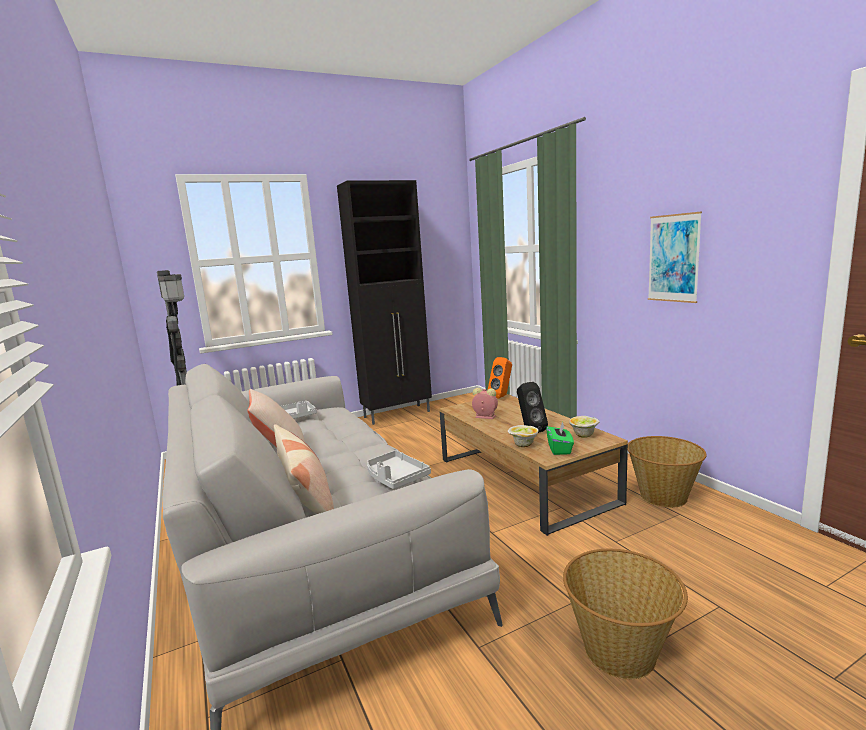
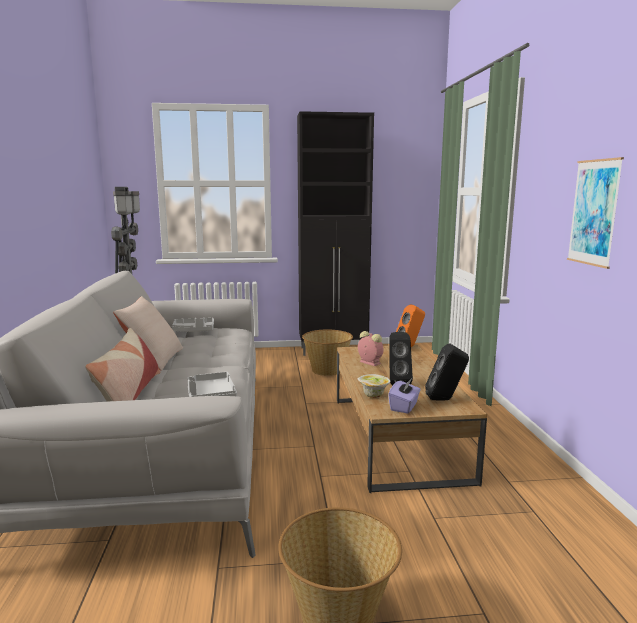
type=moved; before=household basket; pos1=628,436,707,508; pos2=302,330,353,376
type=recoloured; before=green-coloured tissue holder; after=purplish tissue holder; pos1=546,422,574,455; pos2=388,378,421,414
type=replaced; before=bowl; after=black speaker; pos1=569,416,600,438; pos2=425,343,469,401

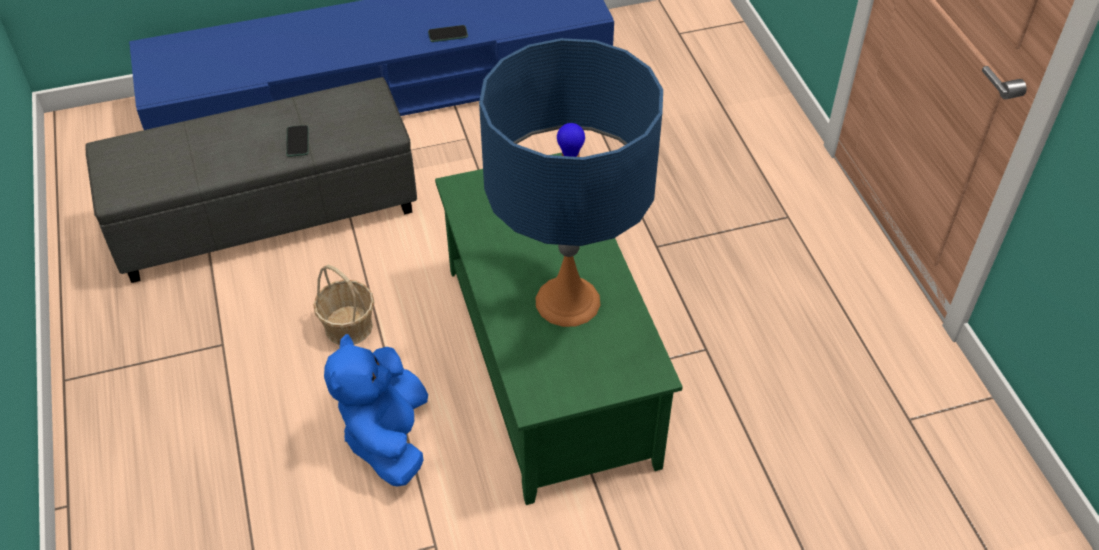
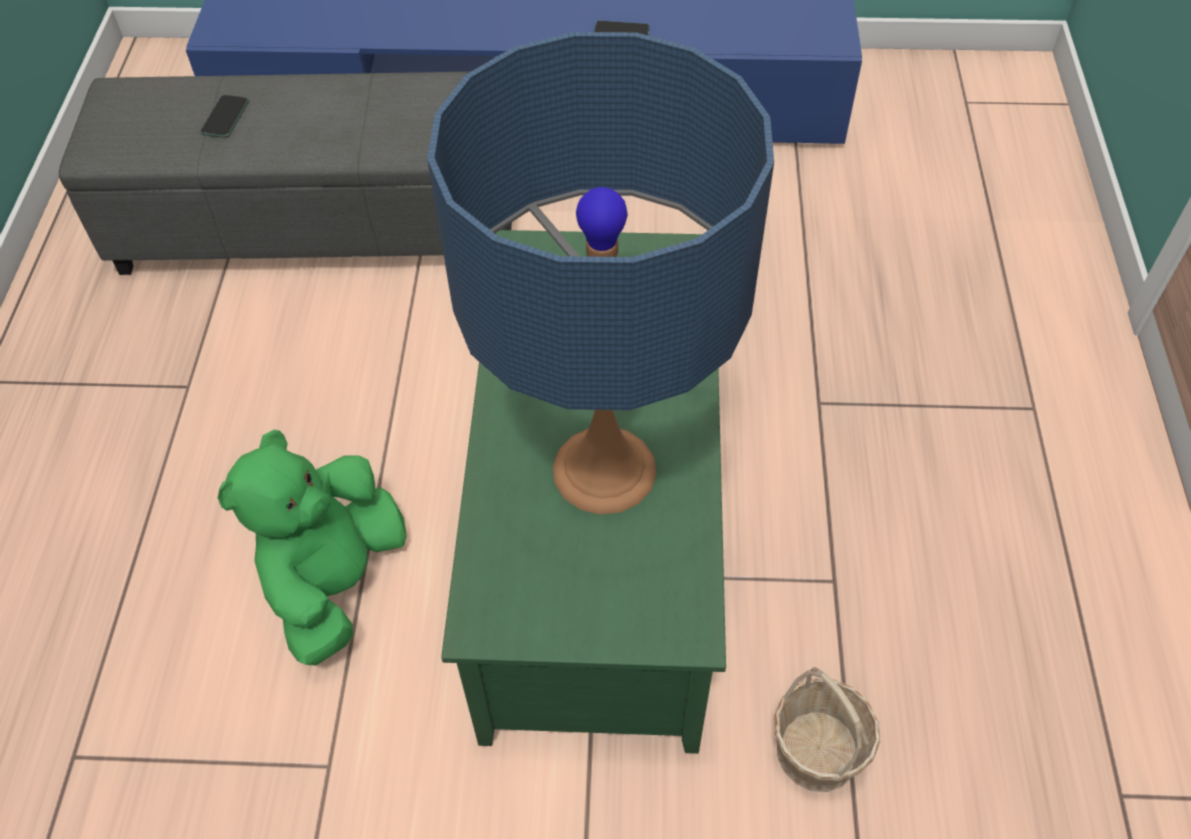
type=moved; before=telephone; pos1=286,125,308,157; pos2=200,95,249,138
type=recoloured; before=bluish plush toy; after=green-coloured plush toy; pos1=324,334,428,486; pos2=218,430,407,665
type=moved; before=household basket; pos1=313,265,374,345; pos2=774,667,880,792

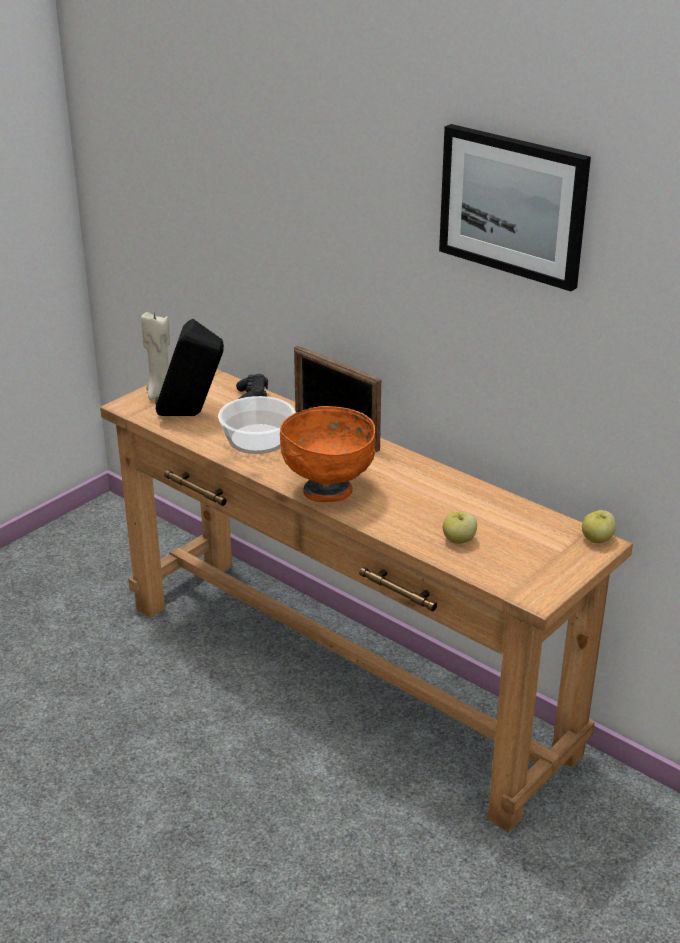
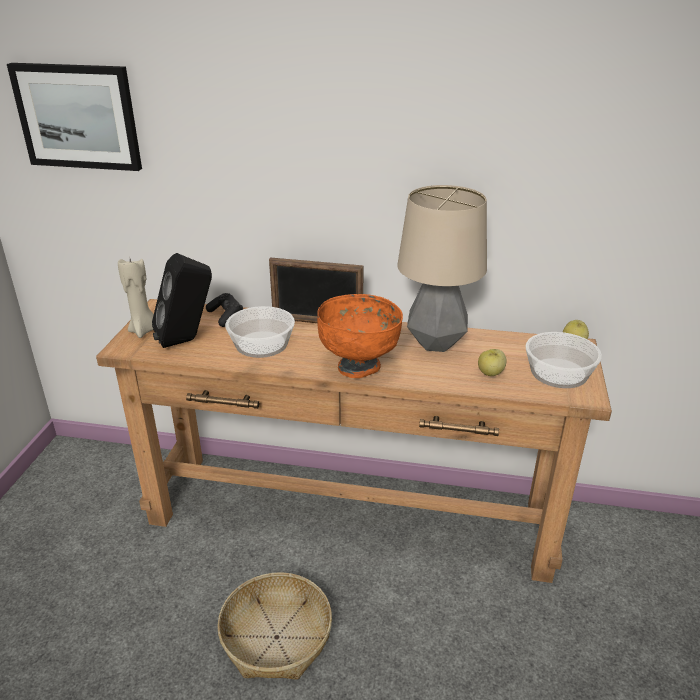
type=moved; before=wall art; pos1=439,124,591,291; pos2=7,63,142,171
type=added; after=household basket; pos2=217,572,332,680
type=added; after=tabletop lamp; pos2=397,185,487,352
type=added; after=bowl; pos2=525,332,602,388

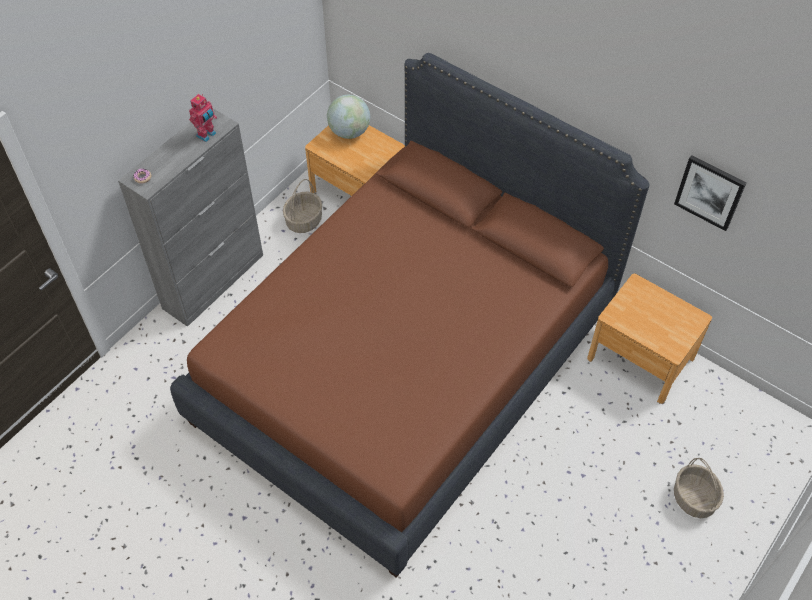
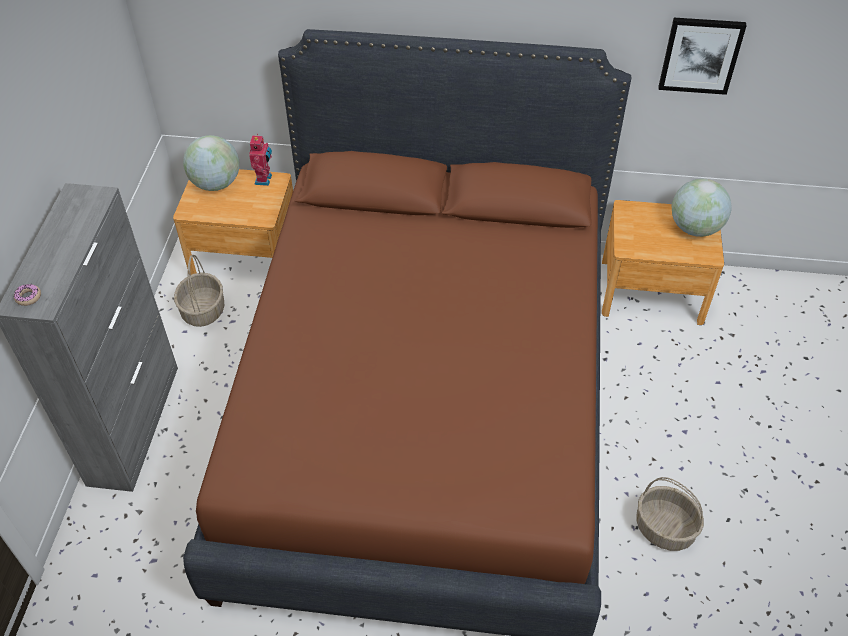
type=moved; before=toy robot; pos1=189,94,217,142; pos2=249,134,272,186
type=moved; before=household basket; pos1=674,458,724,518; pos2=636,477,704,551
type=added; after=desk globe; pos2=672,179,732,237

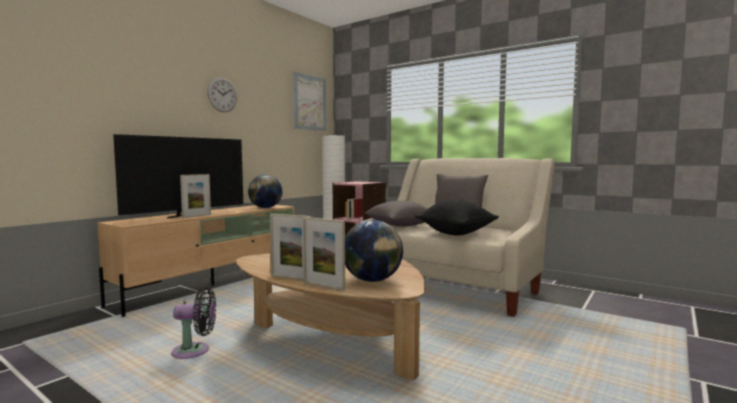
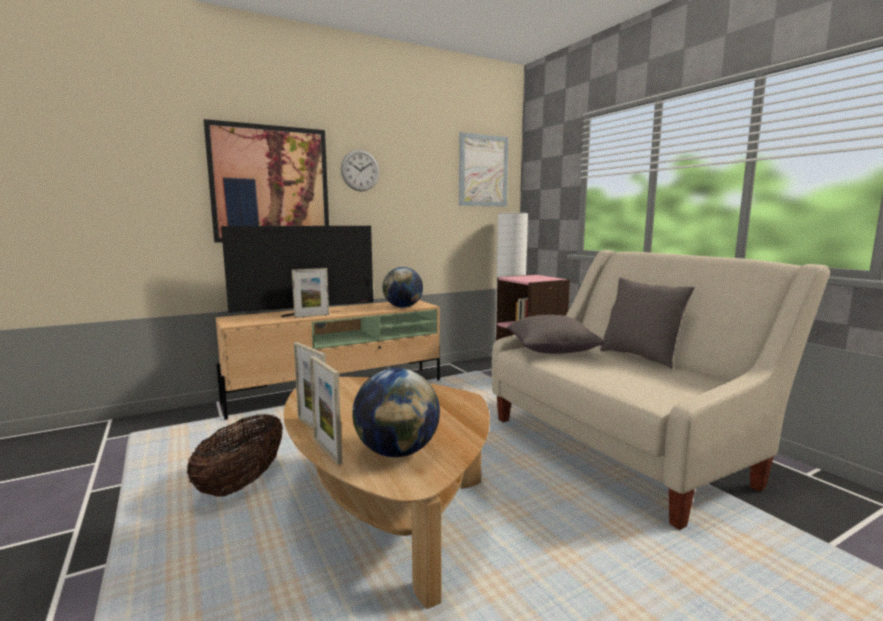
type=replaced; before=black electric fan; after=household basket; pos1=171,287,216,359; pos2=187,414,283,497
type=added; after=wall art; pos2=204,119,329,243
type=removed; before=black throw pillow; pos1=415,200,499,235

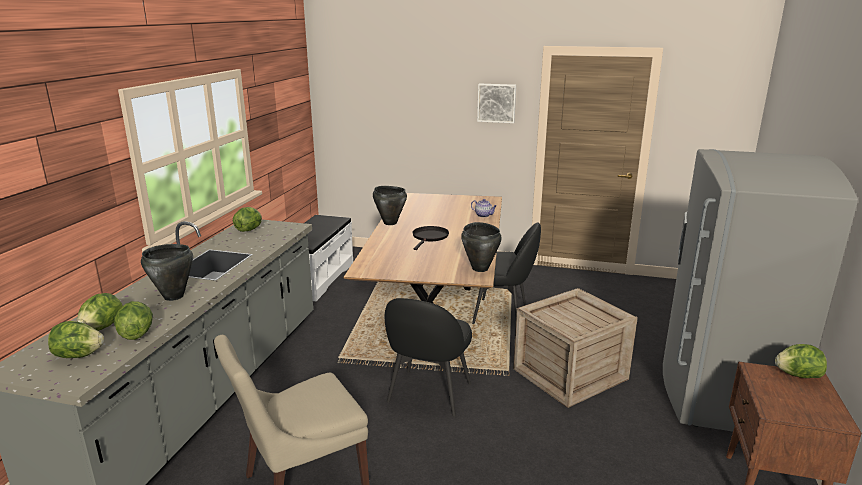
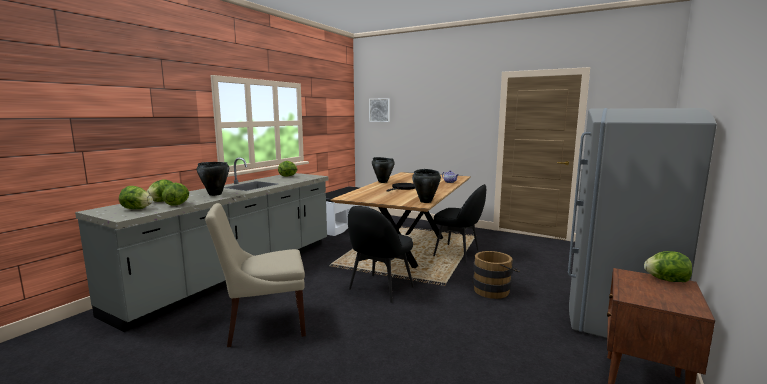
type=moved; before=wall art; pos1=477,84,516,123; pos2=369,98,390,122
type=replaced; before=crate; after=brownish pail; pos1=513,288,638,408; pos2=473,251,520,299

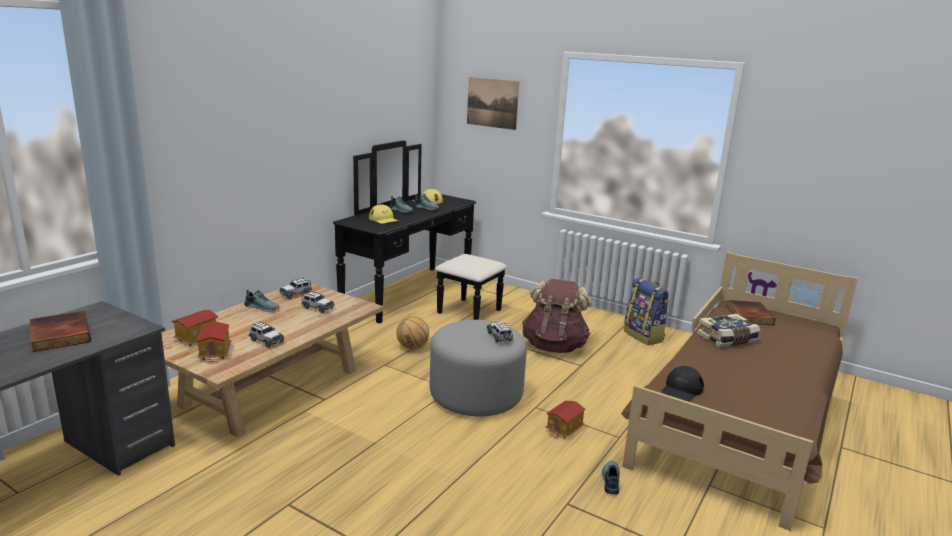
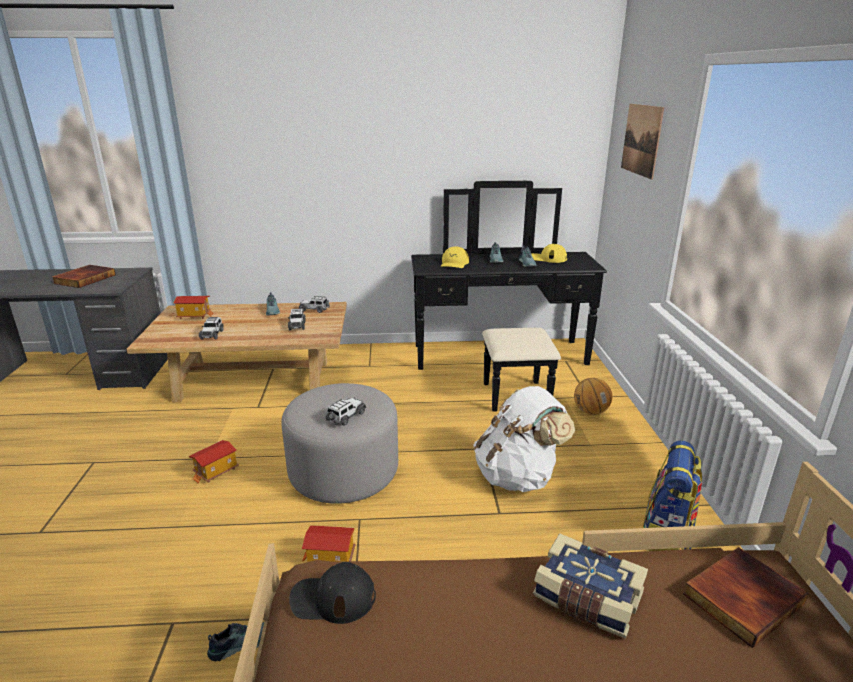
type=moved; before=toy house; pos1=196,321,231,363; pos2=189,440,239,484
type=recoloured; before=brownish rucksack; after=white rucksack; pos1=522,279,592,353; pos2=473,386,575,492
type=moved; before=basketball; pos1=396,316,429,349; pos2=574,378,612,415

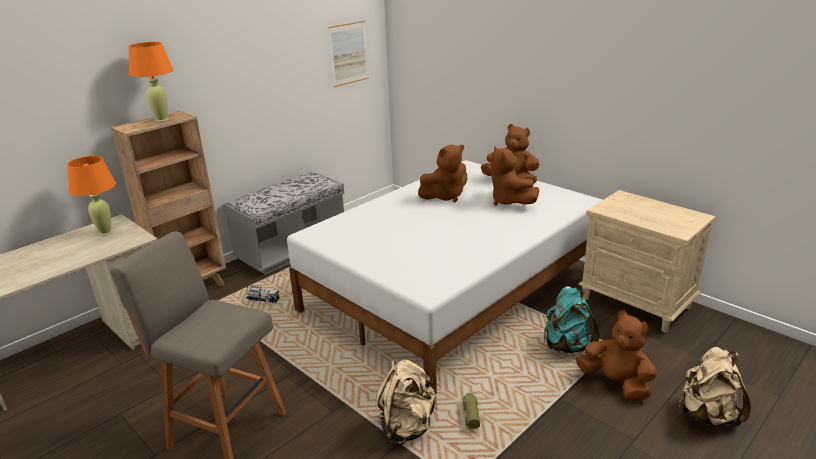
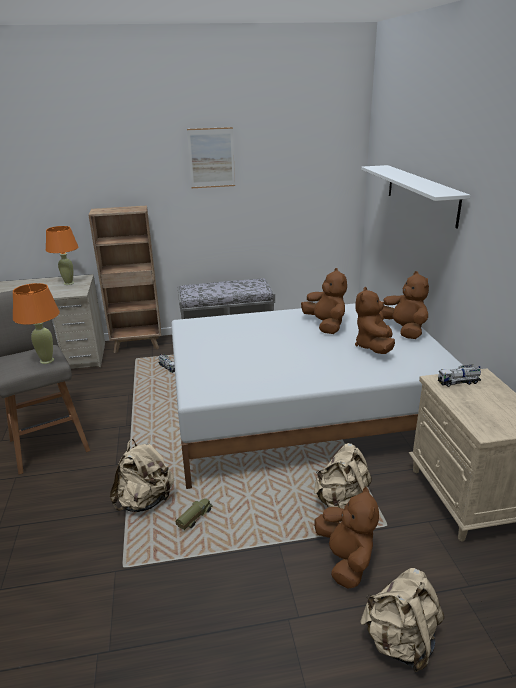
type=moved; before=orange tabletop lamp; pos1=129,42,173,122; pos2=13,283,60,364
type=moved; before=wall art; pos1=328,21,369,87; pos2=187,127,235,188
type=turned; before=brownish plush toy; pos1=418,145,467,202; pos2=301,268,347,334; turn=-120
type=recoloured; before=turquoise rucksack; after=beige rucksack; pos1=544,286,600,353; pos2=314,443,372,509
type=added; after=white bracket shelf; pos2=361,165,470,229
type=added; after=model truck; pos2=438,364,481,387

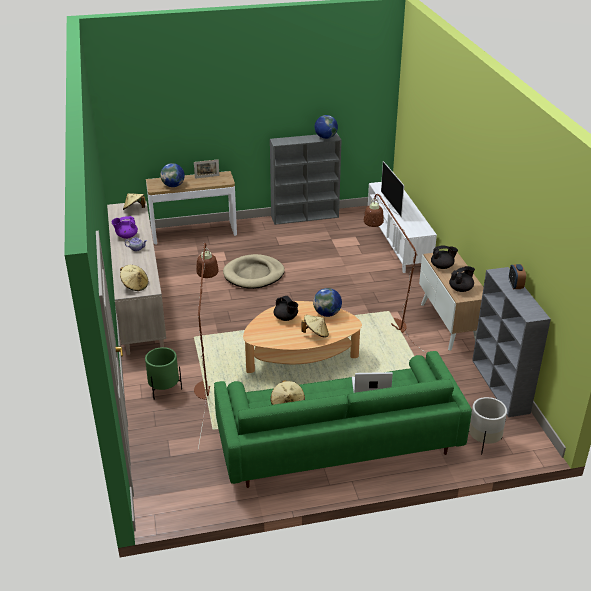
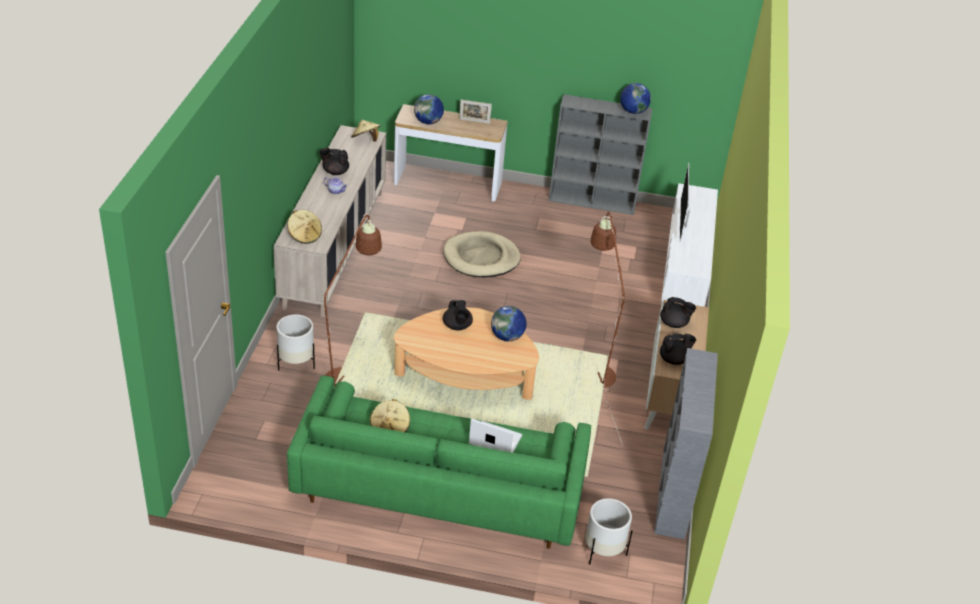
type=recoloured; before=green-coloured planter; after=white planter; pos1=145,347,182,399; pos2=276,314,315,371
type=recoloured; before=purplish tea pot; after=black tea pot; pos1=112,216,138,239; pos2=319,148,349,175
type=removed; before=beige clothing hat; pos1=301,315,329,338
type=removed; before=table clock; pos1=509,264,526,289

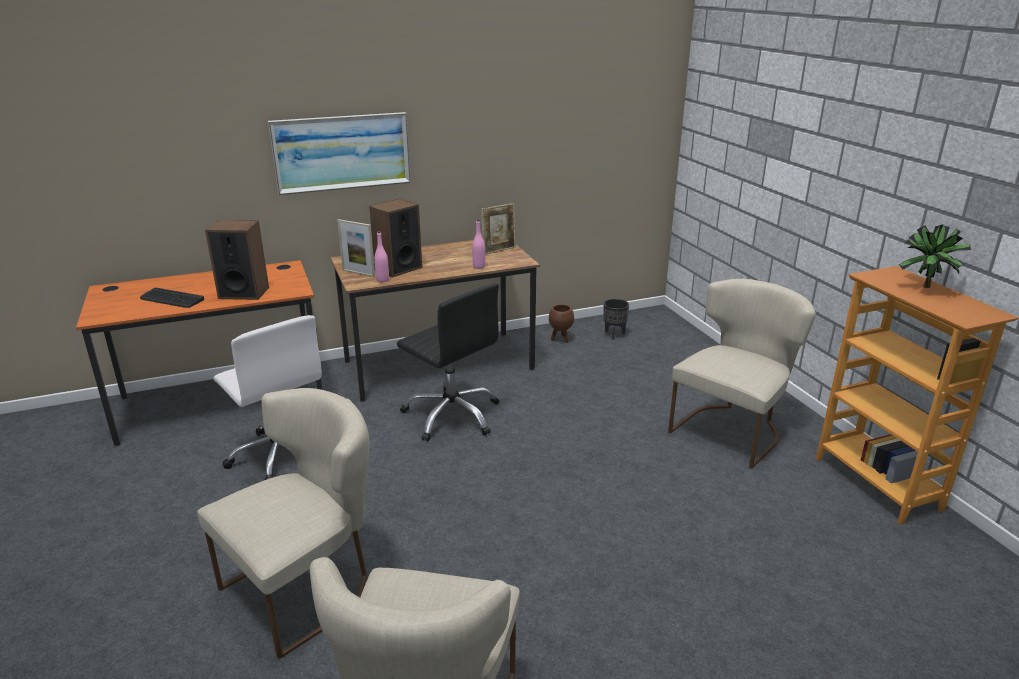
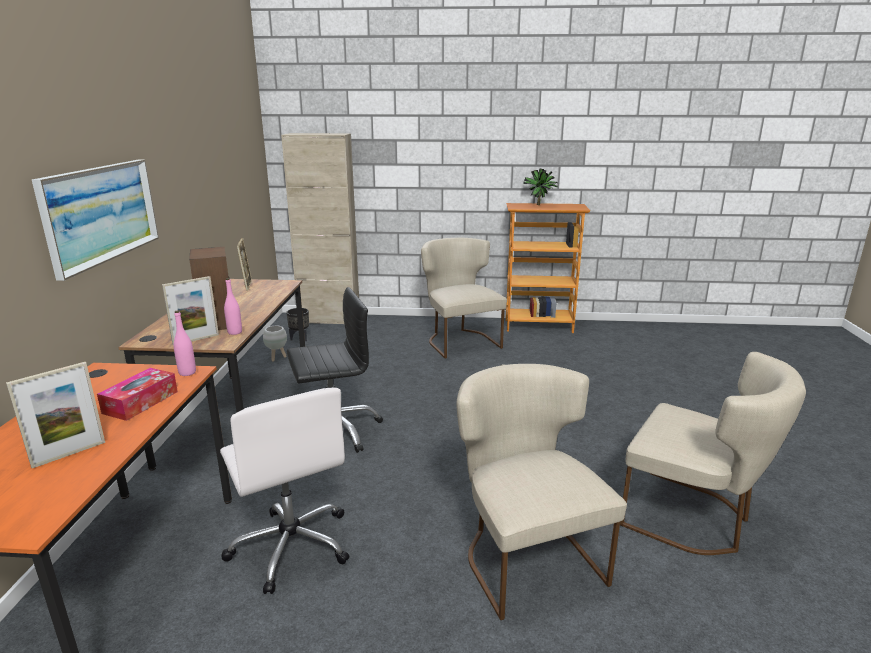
type=replaced; before=computer keyboard; after=photo frame; pos1=140,288,204,308; pos2=6,362,105,468
type=replaced; before=speaker; after=tissue holder; pos1=205,220,269,300; pos2=97,368,178,421
type=moved; before=pink-coloured drink bottle; pos1=472,220,485,269; pos2=174,310,196,376
type=turned; before=white office chair; pos1=214,315,322,480; pos2=220,387,349,594; turn=75
type=recoloured; before=brownish planter; after=white planter; pos1=549,304,574,343; pos2=263,326,287,362
type=added; after=beige cupboard; pos2=281,133,359,324

